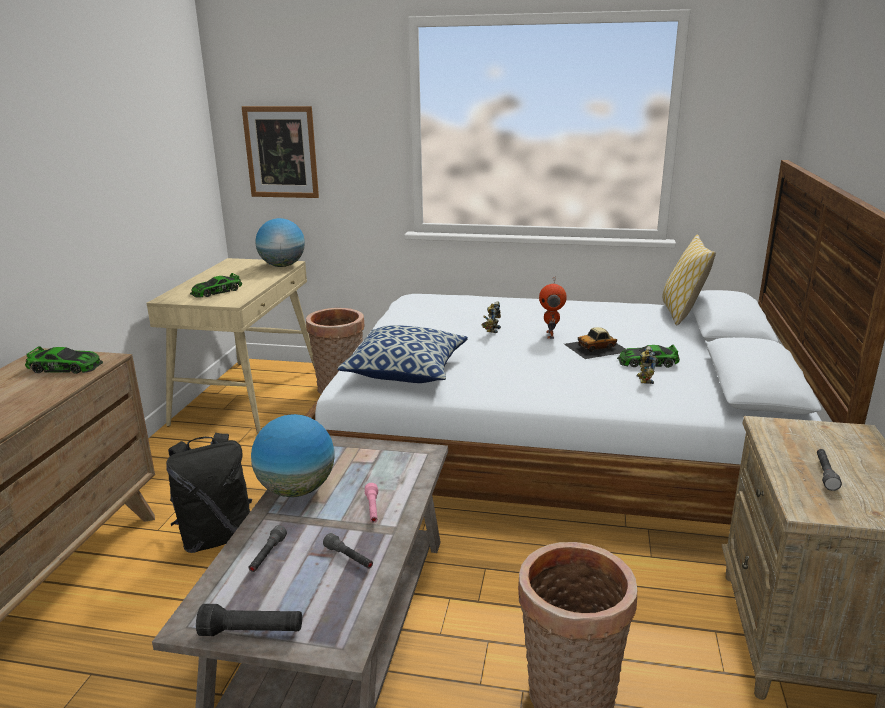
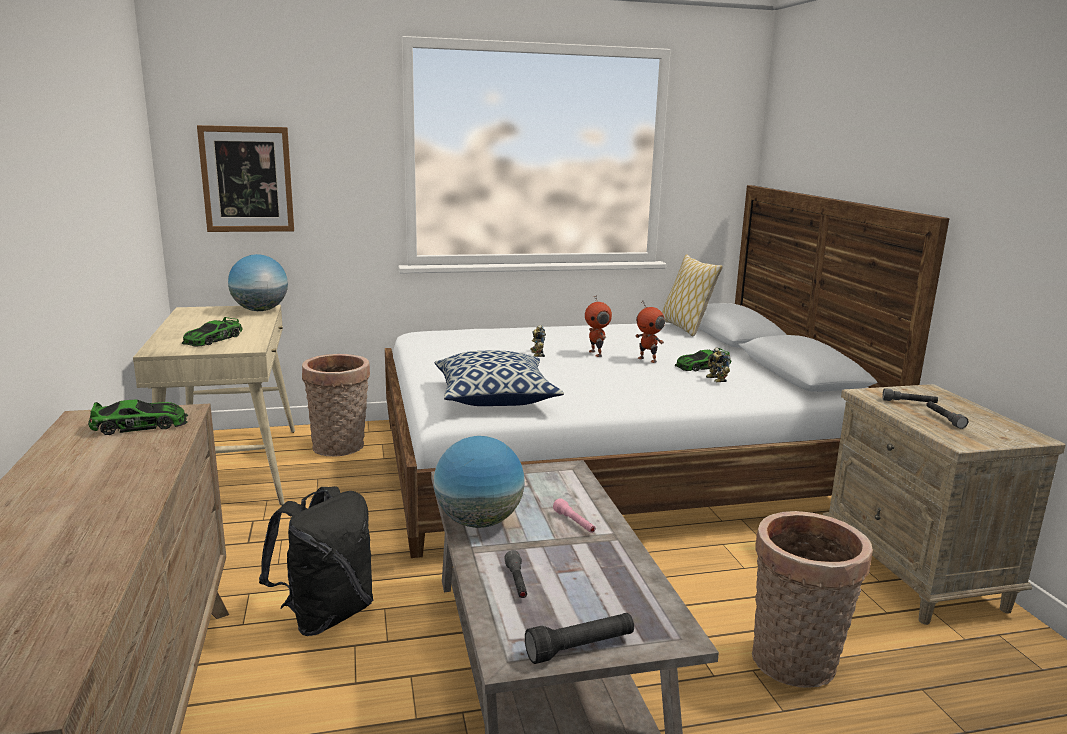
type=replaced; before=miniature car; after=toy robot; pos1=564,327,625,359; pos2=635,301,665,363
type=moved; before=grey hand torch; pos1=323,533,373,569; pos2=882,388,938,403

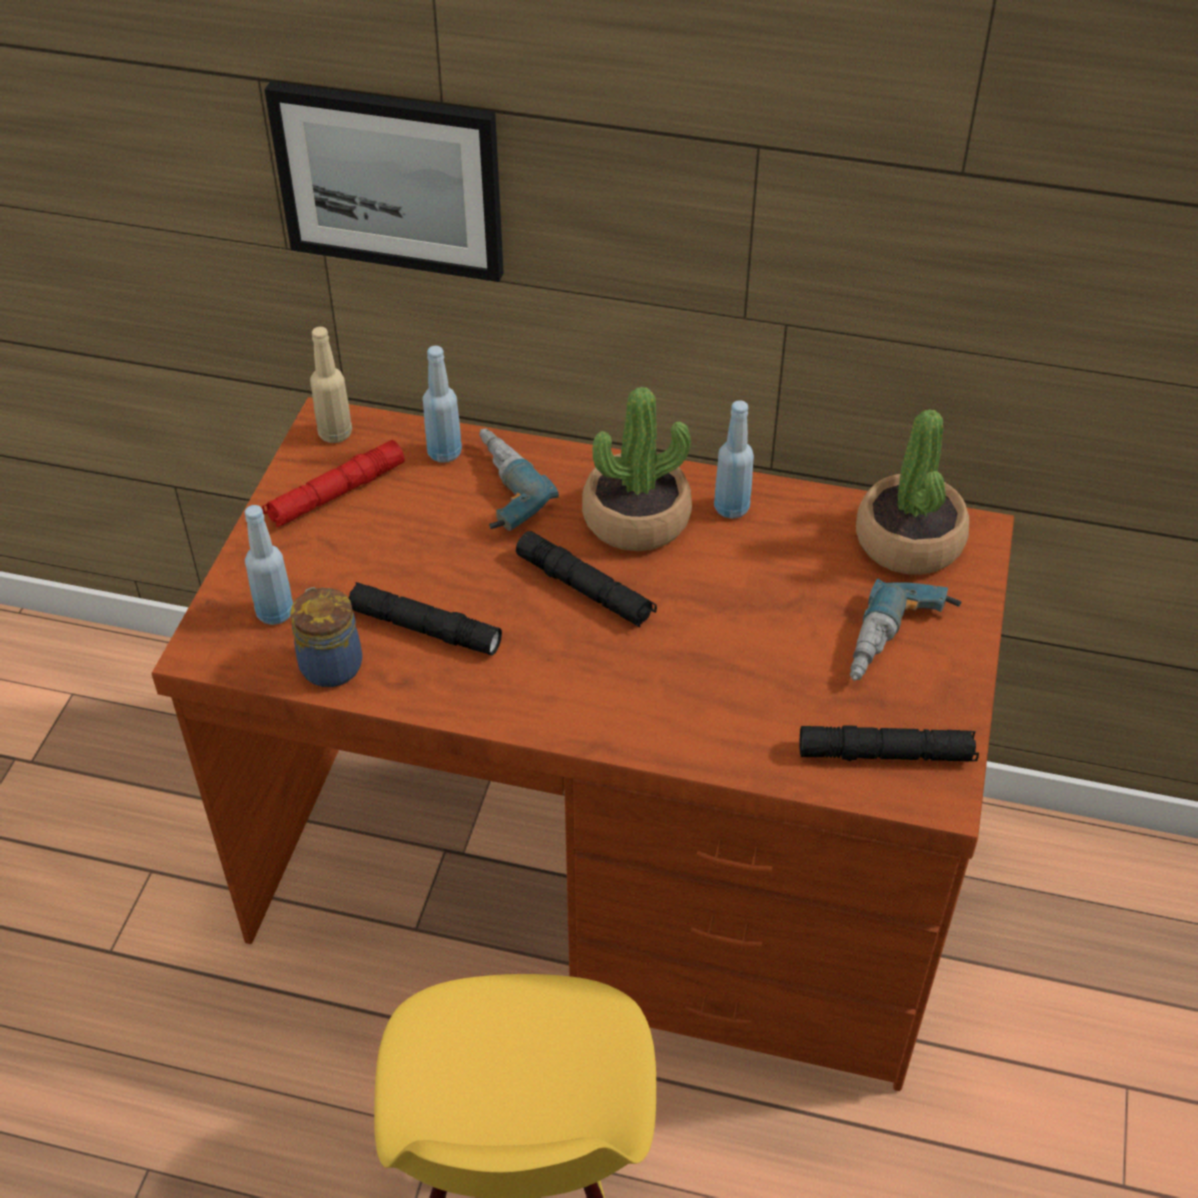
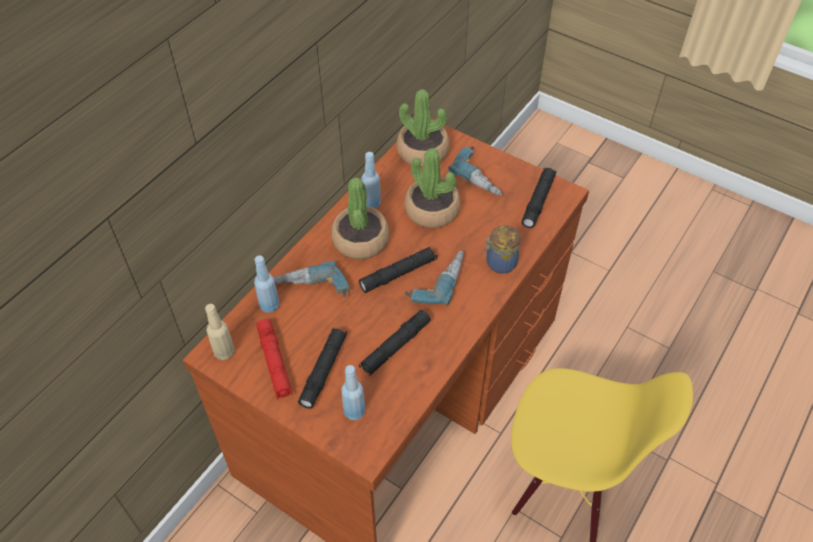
type=added; after=black hand torch; pos2=298,327,347,409
type=added; after=plant in a pot; pos2=404,148,460,228
type=added; after=power drill; pos2=404,251,464,306
type=moved; before=storage jar; pos1=290,587,362,687; pos2=484,225,520,274
type=removed; before=wall art; pos1=264,81,504,282

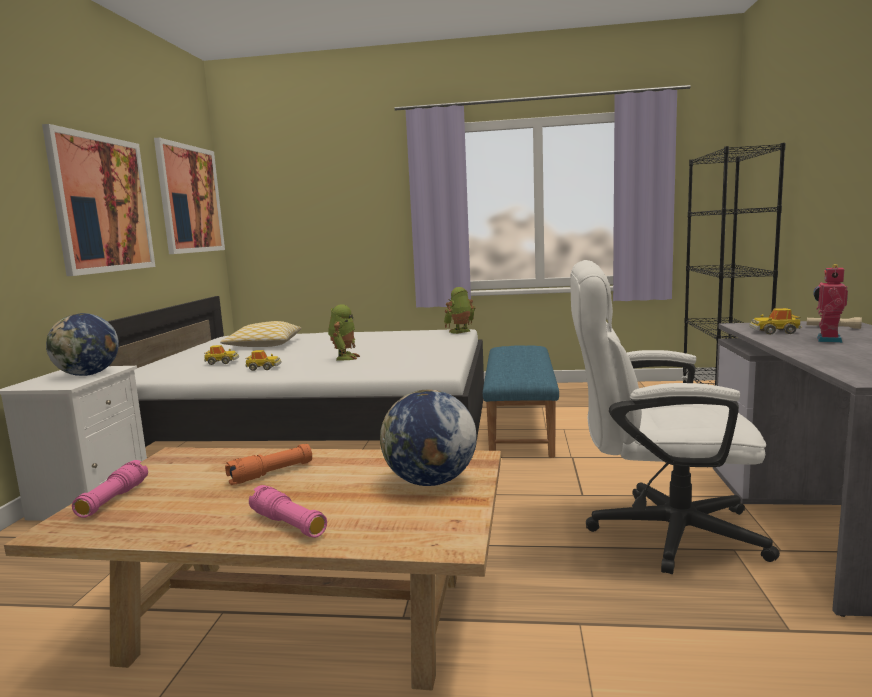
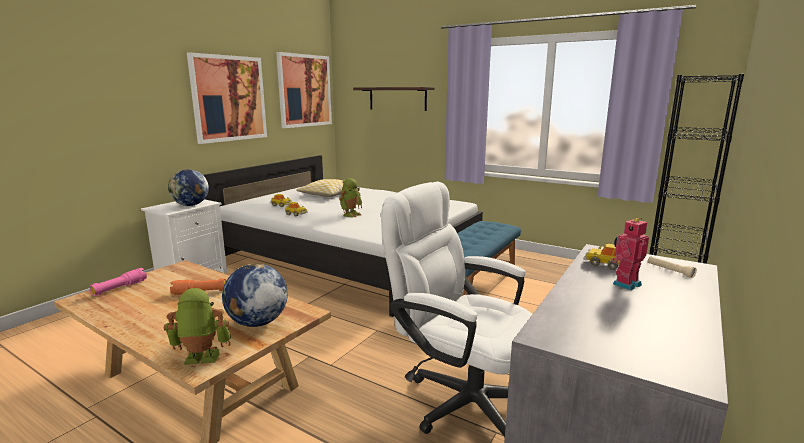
type=moved; before=toy robot; pos1=444,287,475,334; pos2=164,288,231,365
type=added; after=bracket shelf; pos2=353,87,434,111
type=removed; before=pink-coloured hand torch; pos1=249,485,327,538

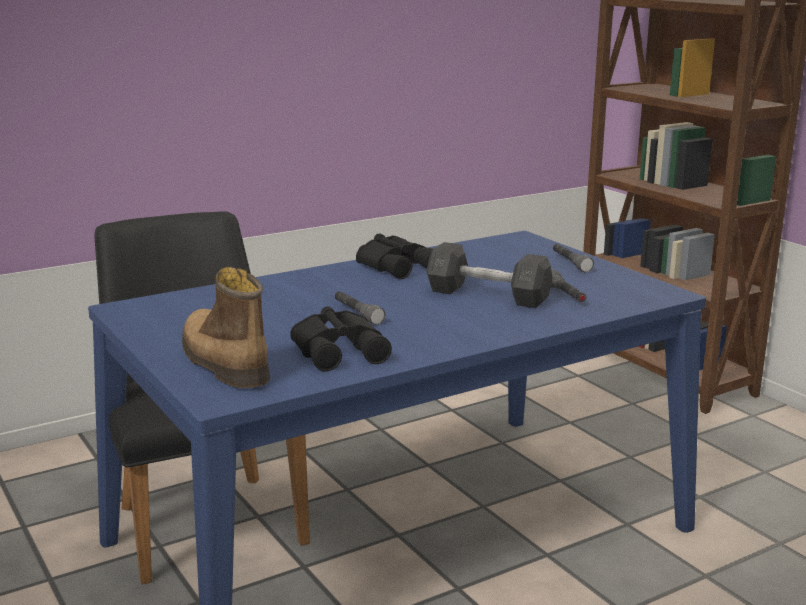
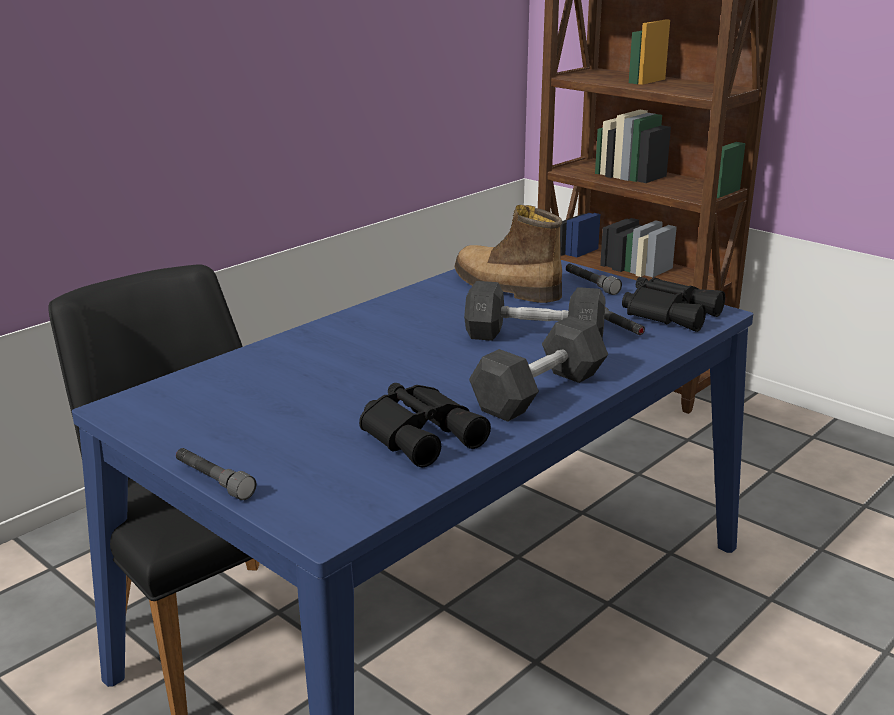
type=moved; before=grey hand torch; pos1=335,291,385,325; pos2=176,448,256,500
type=moved; before=high-top boot; pos1=182,267,270,388; pos2=455,205,562,303
type=added; after=grey hand weight; pos2=469,316,608,422
type=moved; before=black pair of binoculars; pos1=356,234,434,279; pos2=622,277,725,332

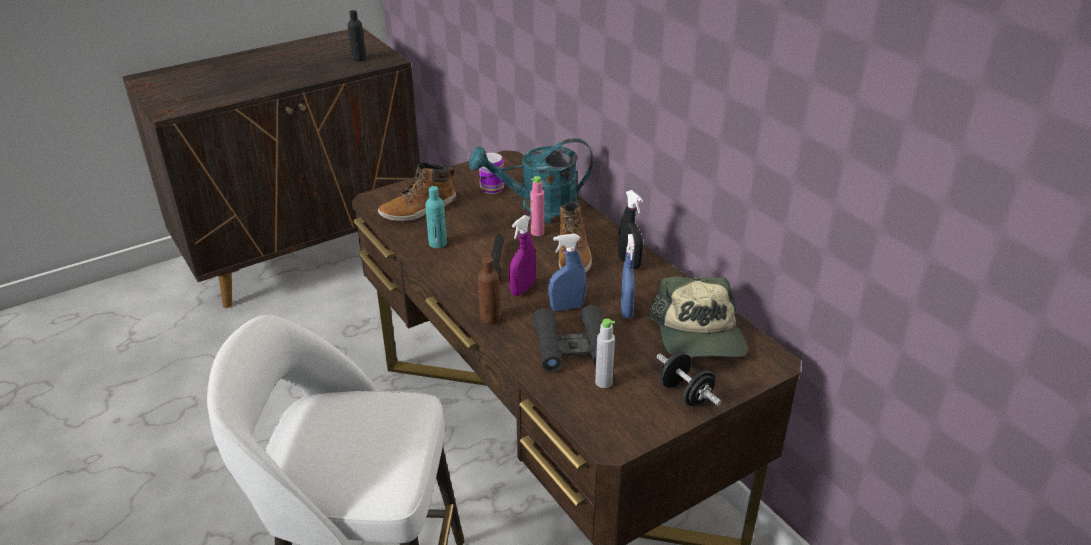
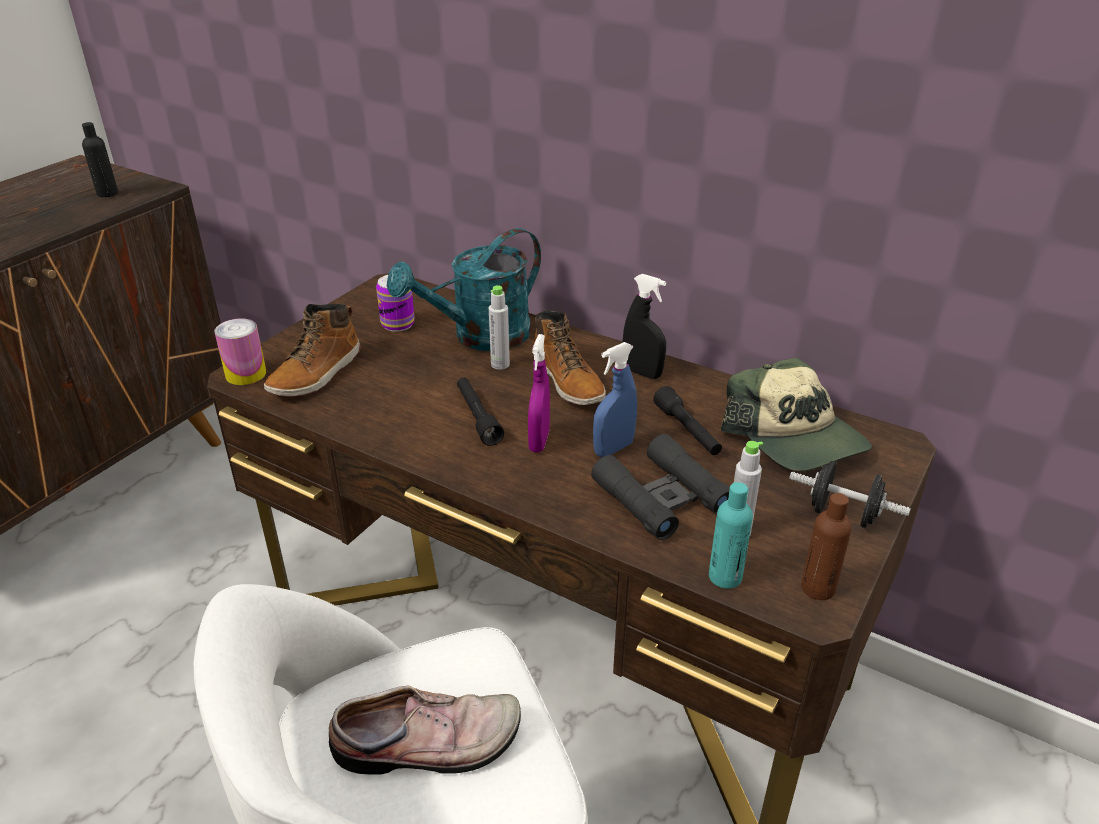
type=added; after=sealed can; pos2=215,318,266,385
type=added; after=low shoe; pos2=329,685,521,774
type=recoloured; before=pink-coloured drink bottle; after=grey drink bottle; pos1=530,176,544,236; pos2=489,285,510,370
type=replaced; before=bluish hand sprayer; after=black hand torch; pos1=621,234,635,318; pos2=653,386,722,455
type=moved; before=turquoise drink bottle; pos1=425,186,447,248; pos2=709,482,753,589
type=moved; before=brownish drink bottle; pos1=478,257,500,325; pos2=801,493,852,600

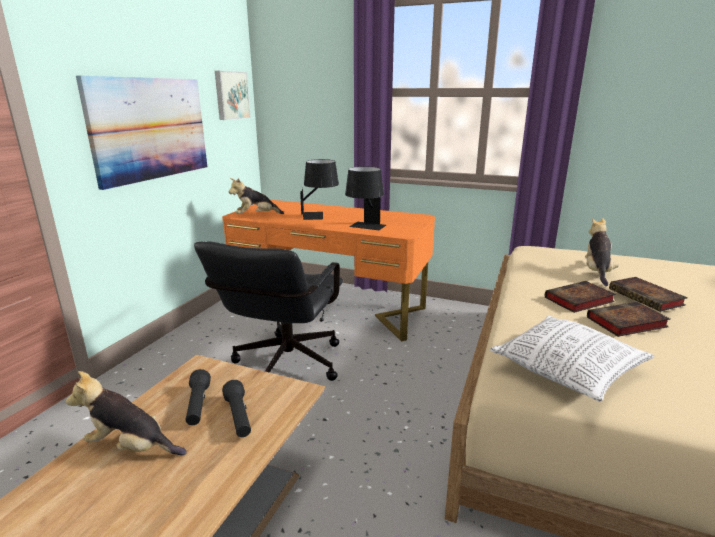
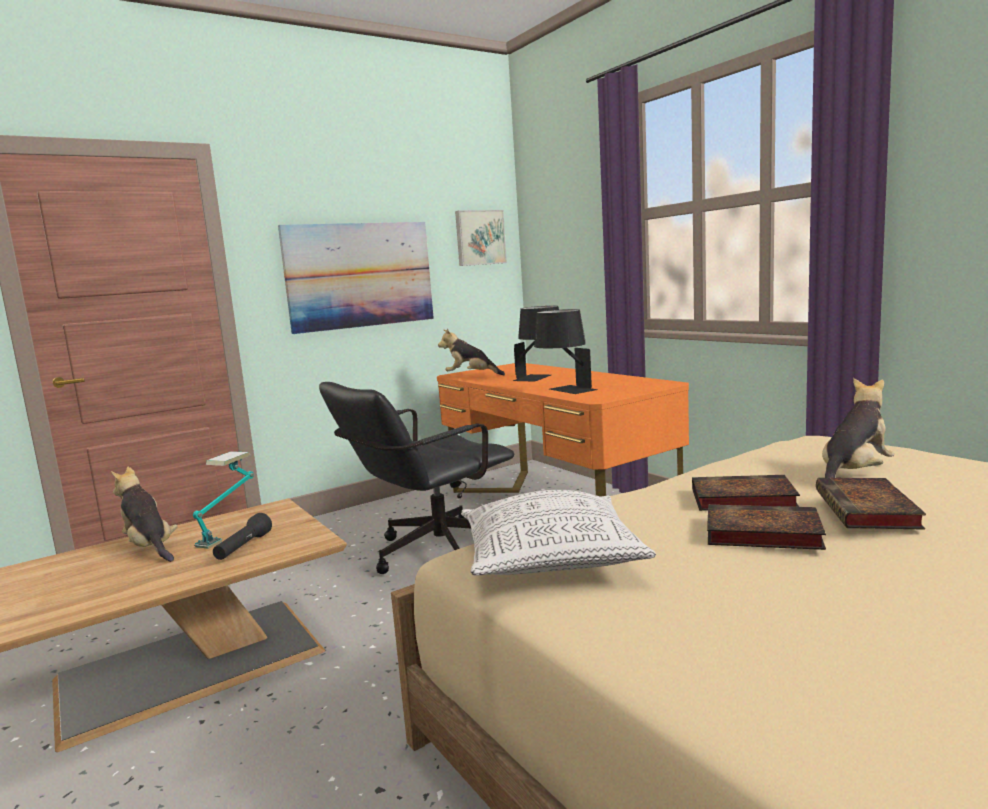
type=replaced; before=black hand torch; after=tabletop lamp; pos1=186,369,211,425; pos2=193,451,254,549

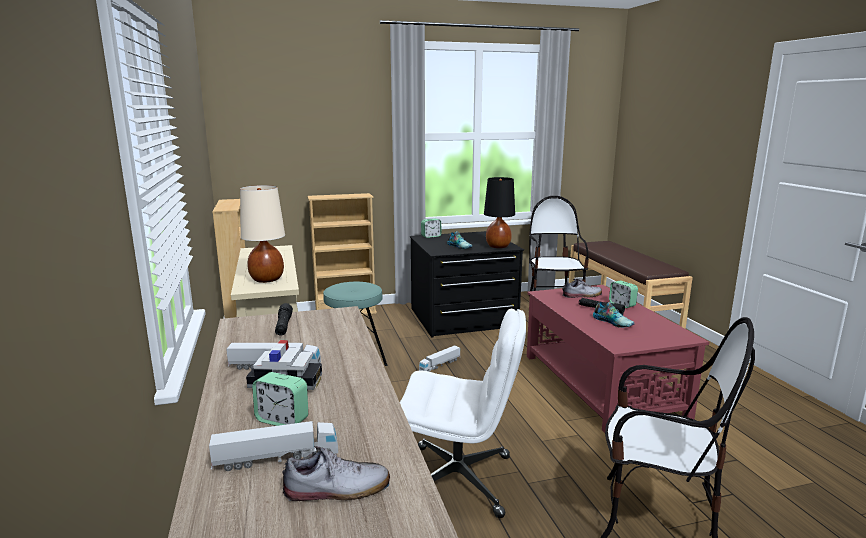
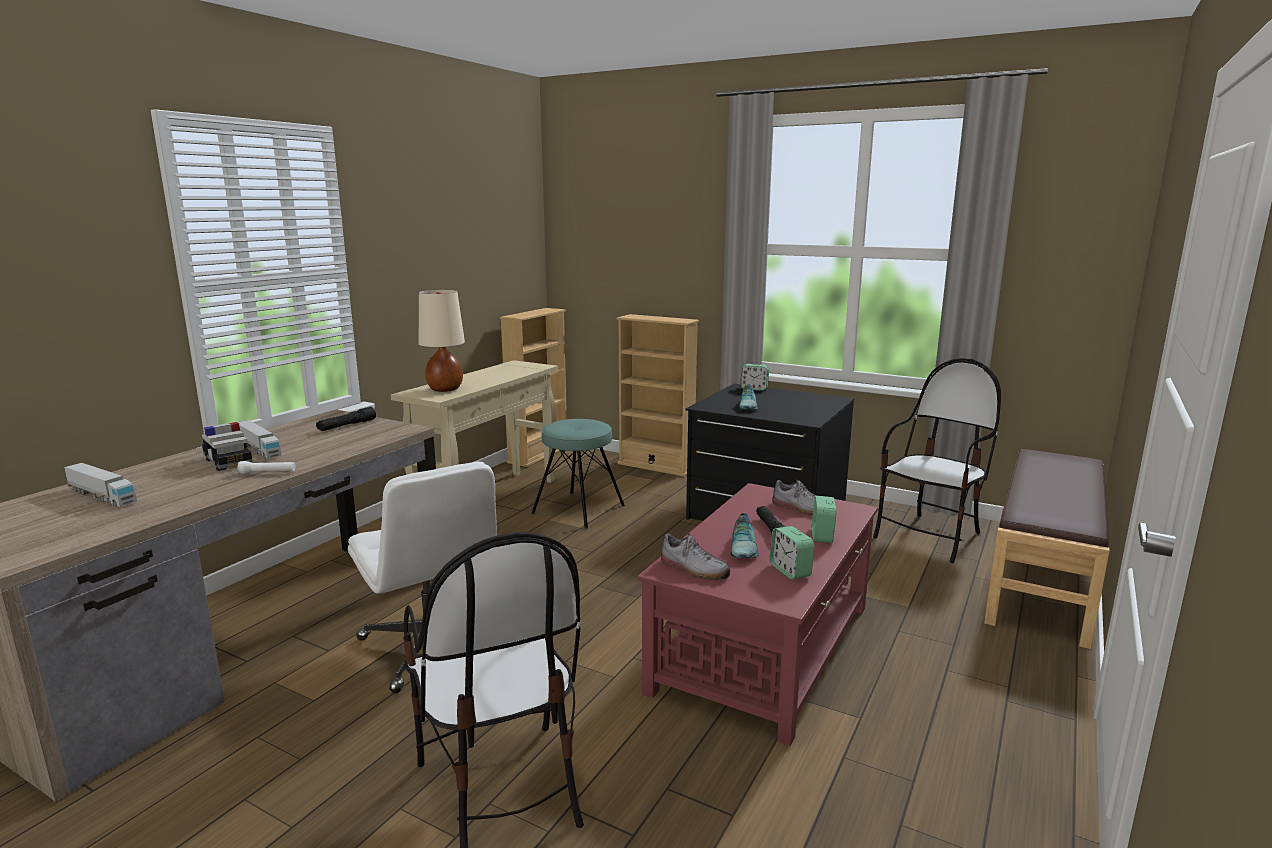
type=added; after=white hand torch; pos2=237,461,296,474
type=moved; before=low shoe; pos1=283,446,390,501; pos2=661,533,730,580
type=moved; before=table clock; pos1=252,372,308,426; pos2=770,526,815,579
type=removed; before=model truck; pos1=419,345,460,372
type=removed; before=black tabletop lamp; pos1=484,177,515,248

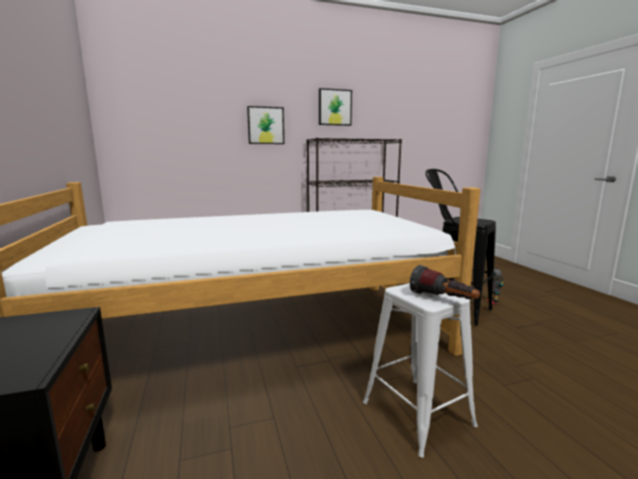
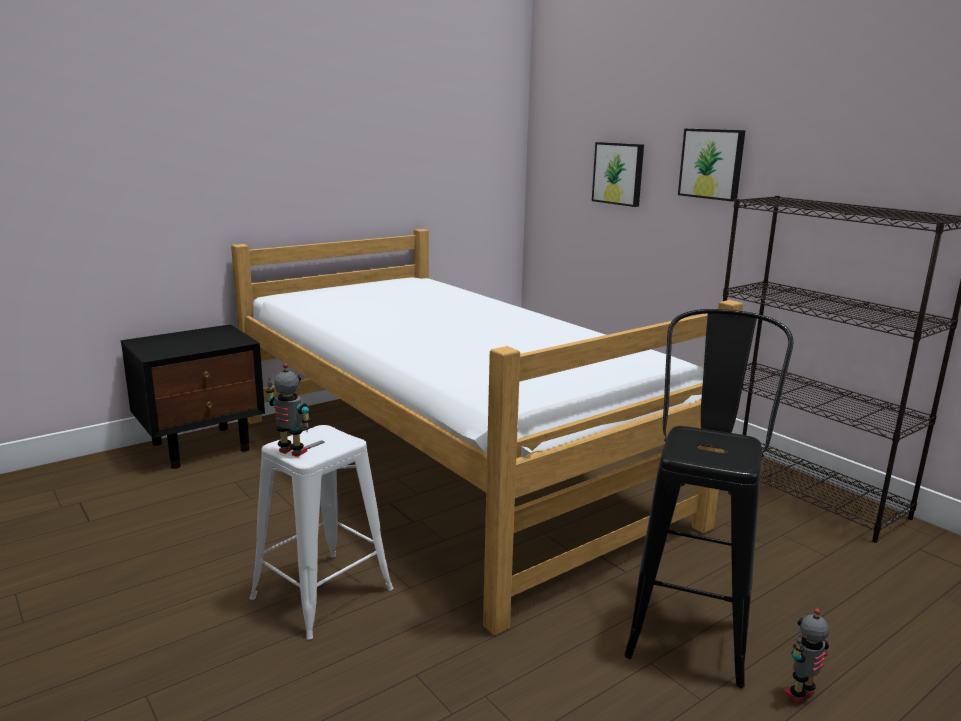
type=replaced; before=hand torch; after=toy robot; pos1=410,265,480,299; pos2=266,363,311,457
type=moved; before=wall art; pos1=319,88,352,126; pos2=592,142,644,207

